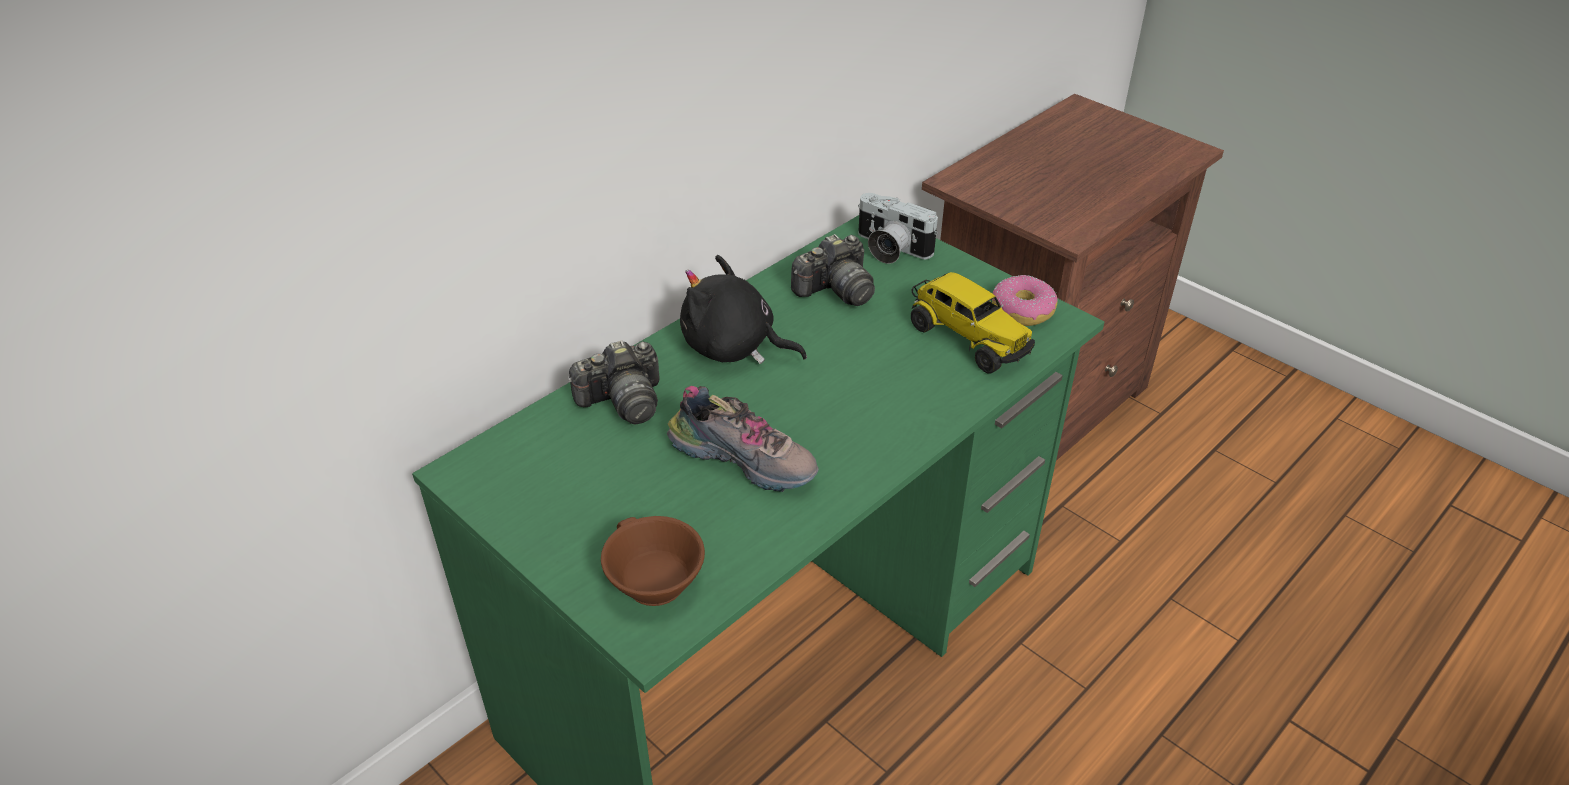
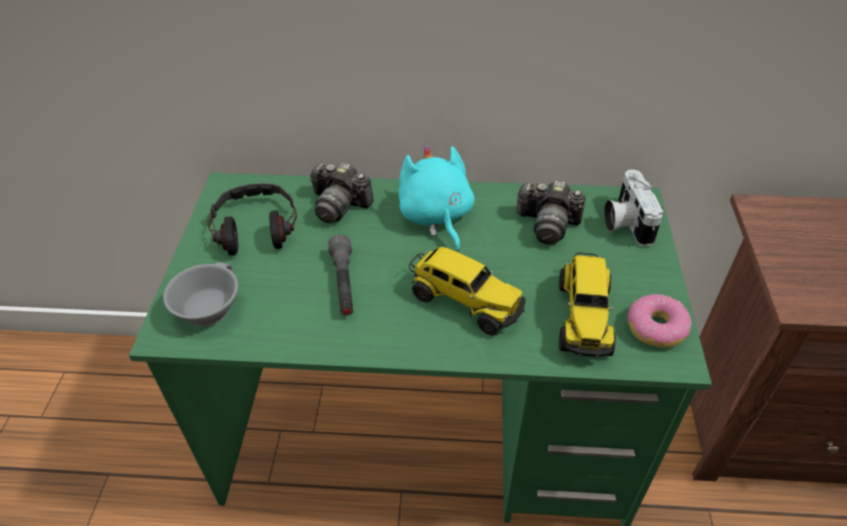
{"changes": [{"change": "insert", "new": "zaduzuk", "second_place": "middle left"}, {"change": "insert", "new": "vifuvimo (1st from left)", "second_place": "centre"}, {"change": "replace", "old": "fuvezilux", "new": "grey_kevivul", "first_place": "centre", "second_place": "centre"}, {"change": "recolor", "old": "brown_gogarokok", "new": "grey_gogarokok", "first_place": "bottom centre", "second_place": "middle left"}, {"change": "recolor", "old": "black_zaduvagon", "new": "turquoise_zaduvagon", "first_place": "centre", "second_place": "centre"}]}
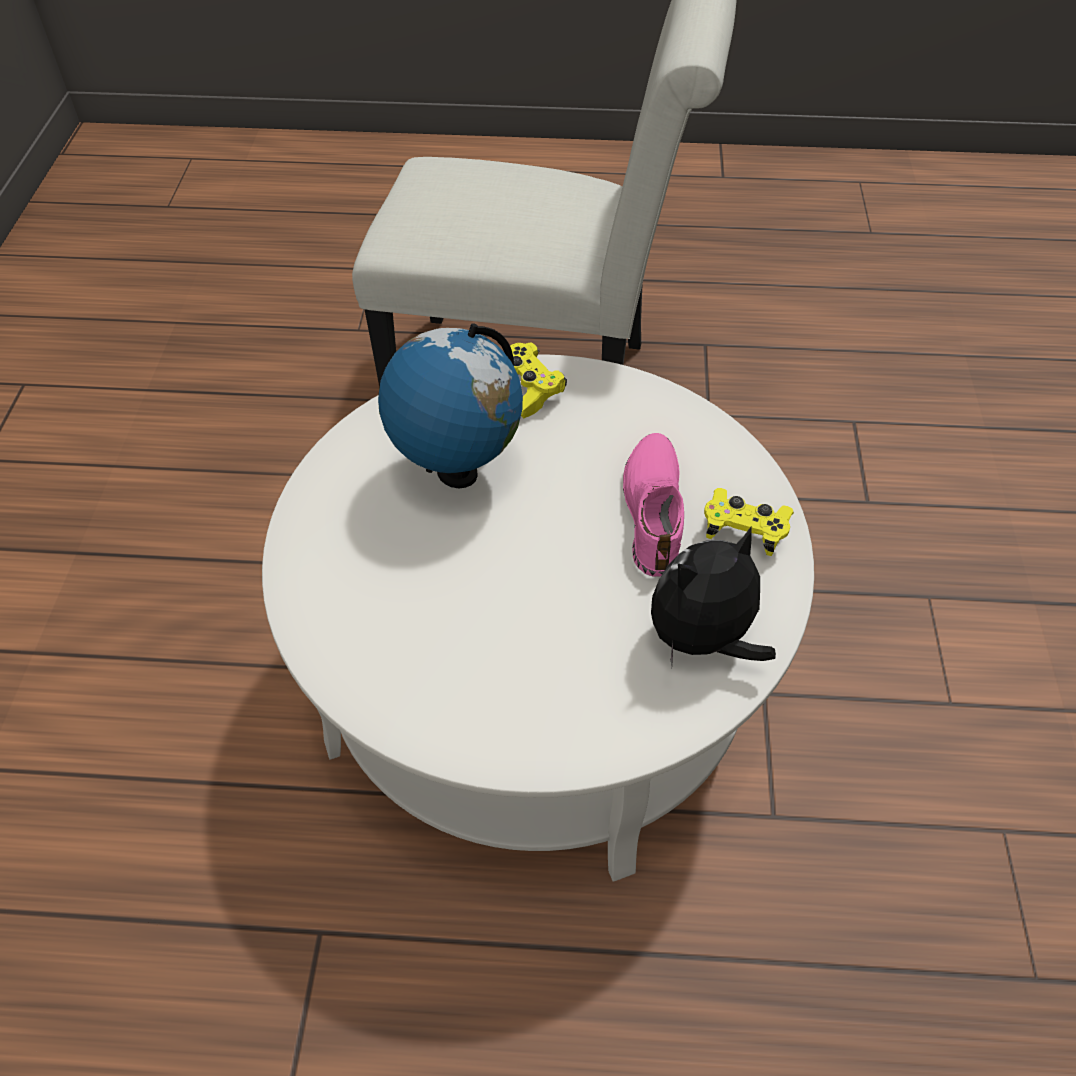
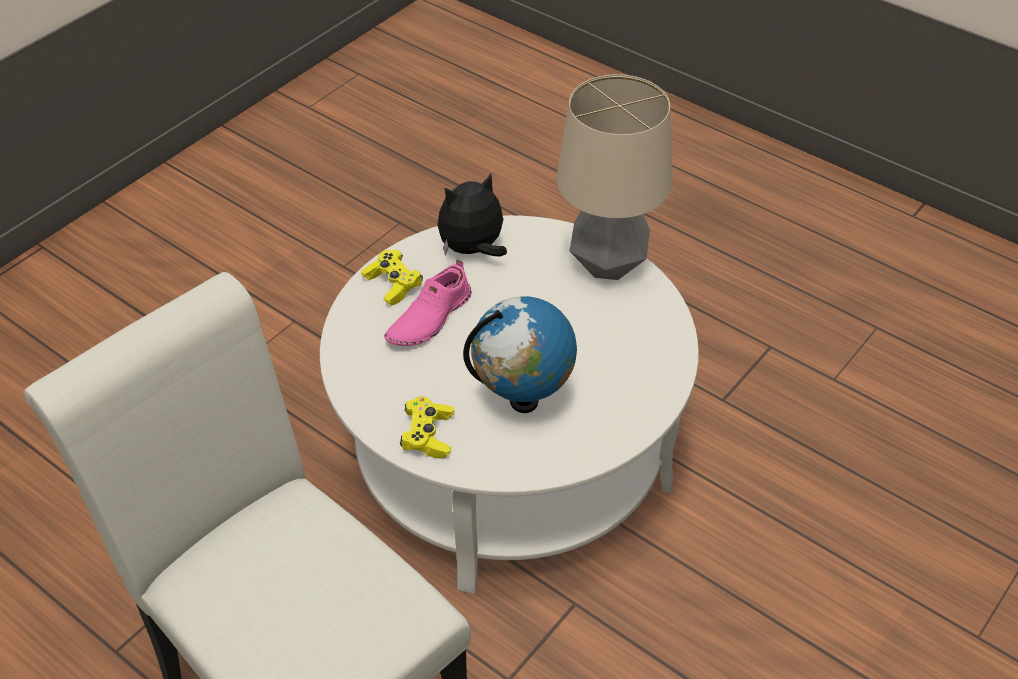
{"changes": [{"change": "insert", "new": "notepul", "second_place": "top centre"}, {"change": "rotate", "old": "zaduvagon", "first_place": "centre", "second_place": "top centre", "degrees": 150}]}
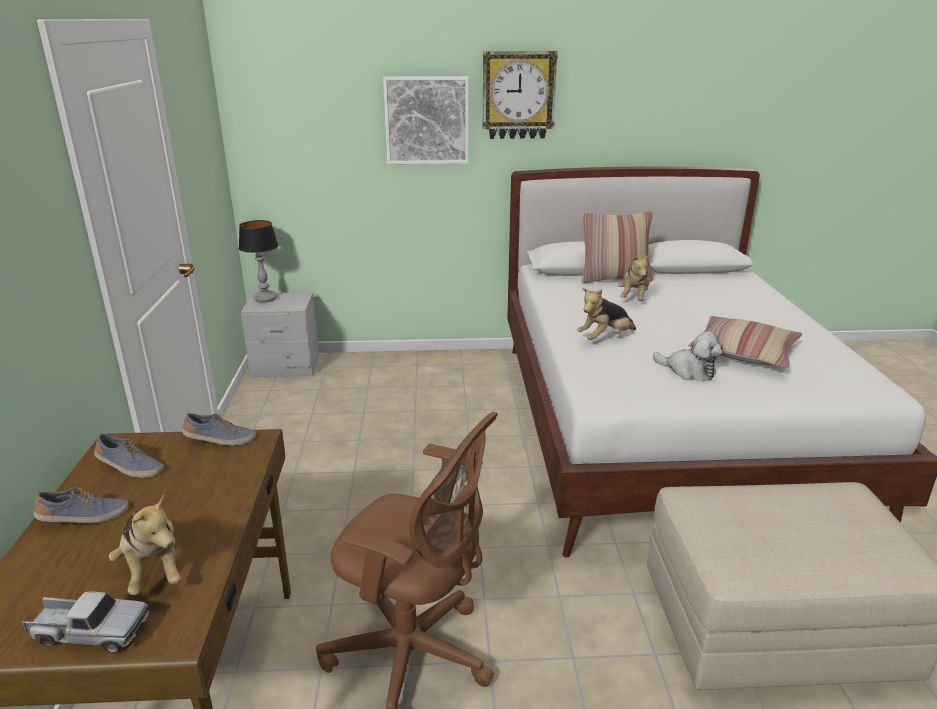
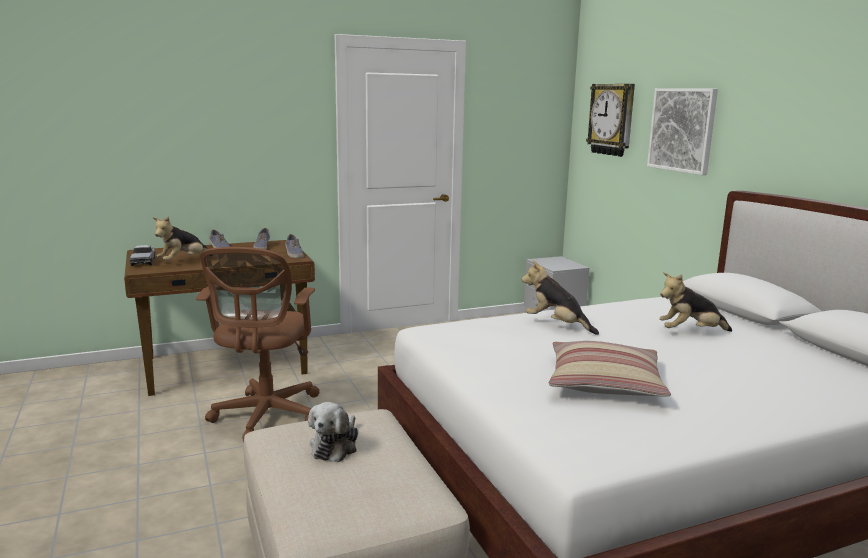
{"changes": [{"change": "delete", "old": "notepul", "first_place": "middle left"}, {"change": "delete", "old": "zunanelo (1st from left)", "first_place": "centre"}, {"change": "move", "old": "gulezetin", "first_place": "top centre", "second_place": "top right"}, {"change": "move", "old": "zaduvagon (4th from left in the first image)", "new": "zaduvagon (2nd from left)", "first_place": "middle right", "second_place": "bottom centre"}]}
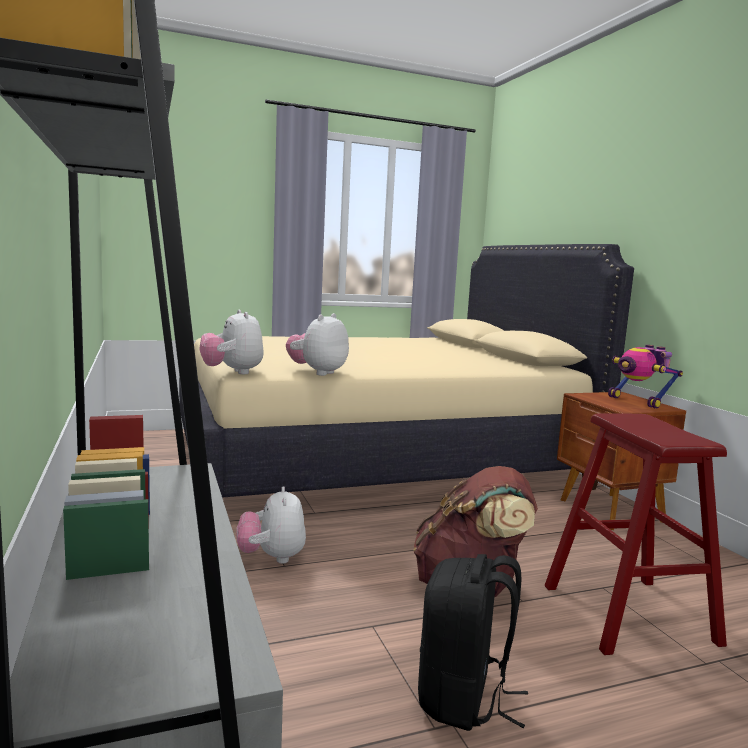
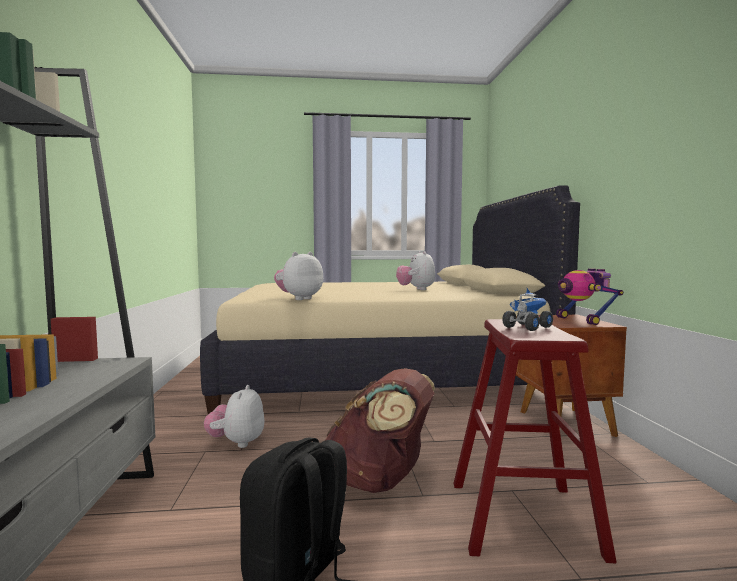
{"changes": [{"change": "insert", "new": "vifuvimo", "second_place": "middle right"}, {"change": "move", "old": "zaduvagon (1st from left in the first image)", "new": "zaduvagon (3rd from left)", "first_place": "middle left", "second_place": "centre"}]}
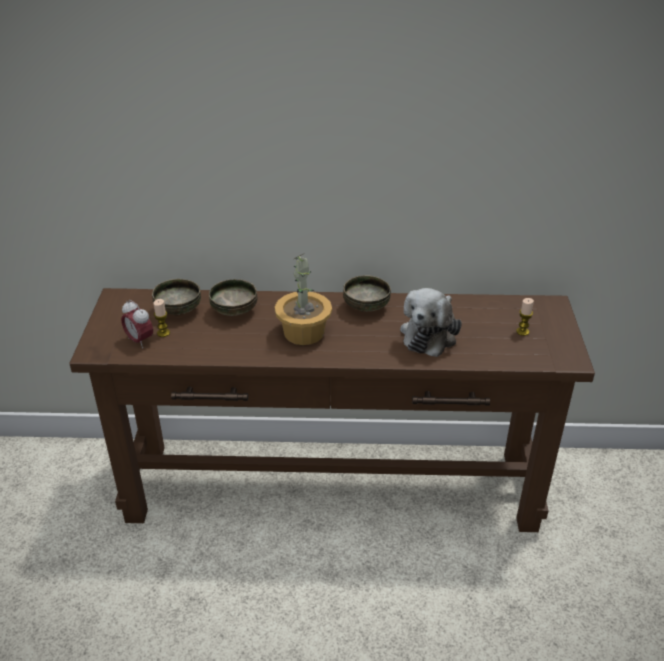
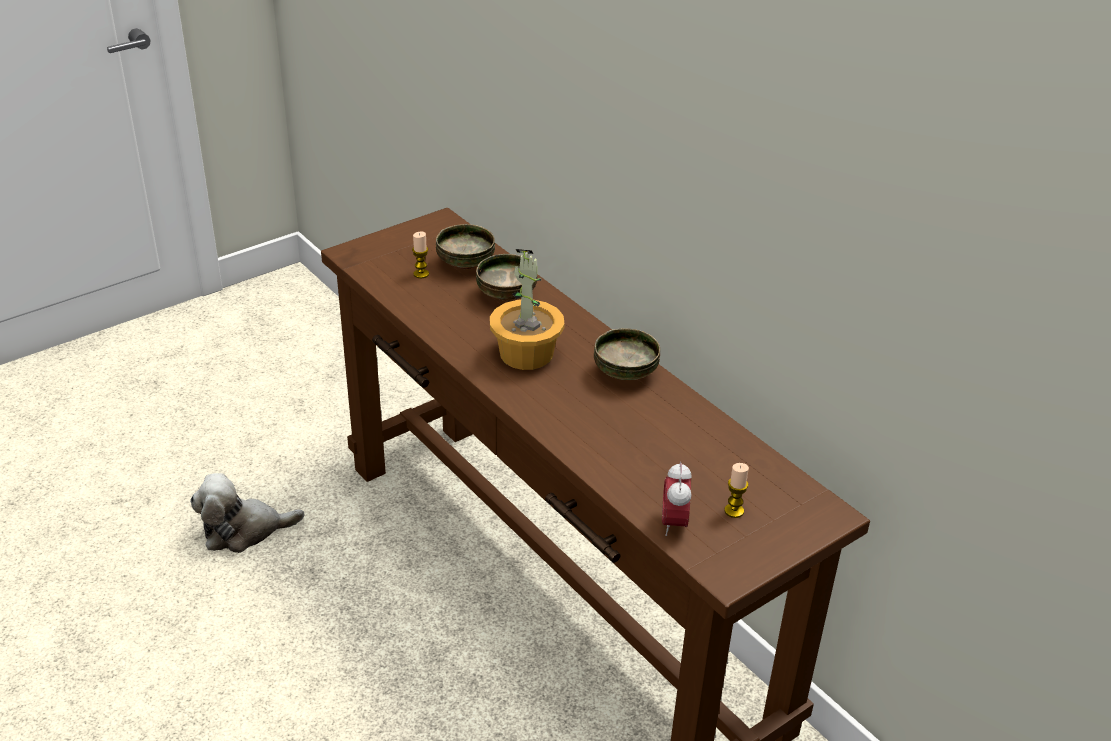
{"changes": [{"change": "move", "old": "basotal", "first_place": "middle left", "second_place": "bottom centre"}, {"change": "move", "old": "zaduvagon", "first_place": "centre", "second_place": "bottom left"}]}
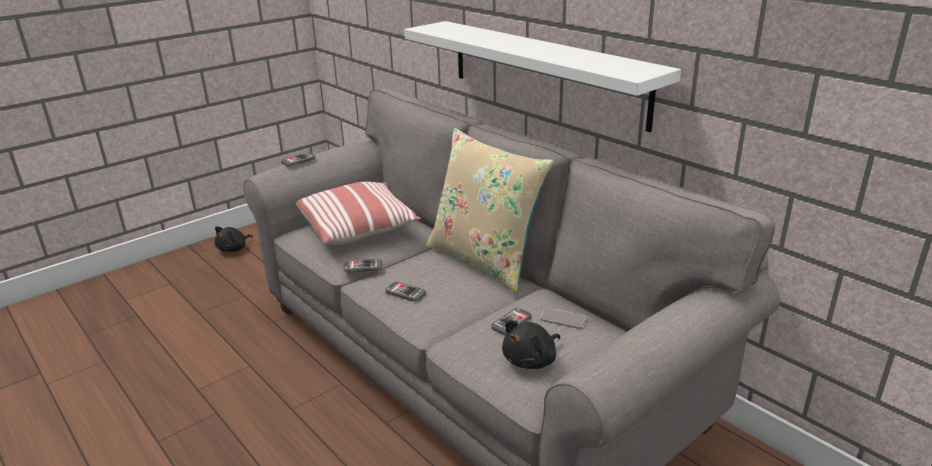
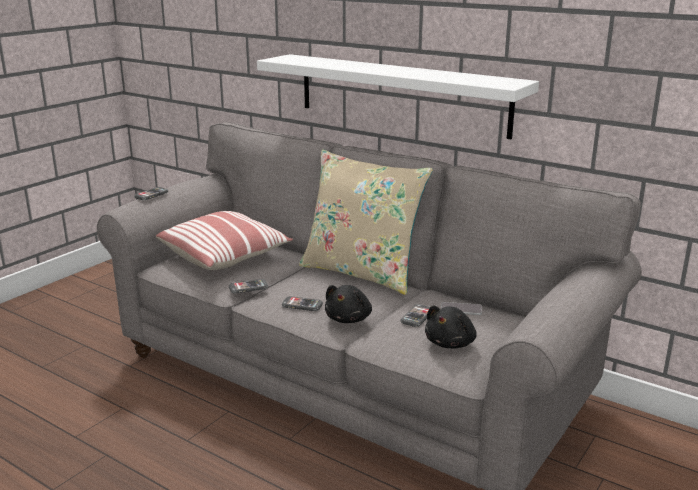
{"changes": [{"change": "move", "old": "black_zaduvagon (1st from left)", "first_place": "middle left", "second_place": "centre"}]}
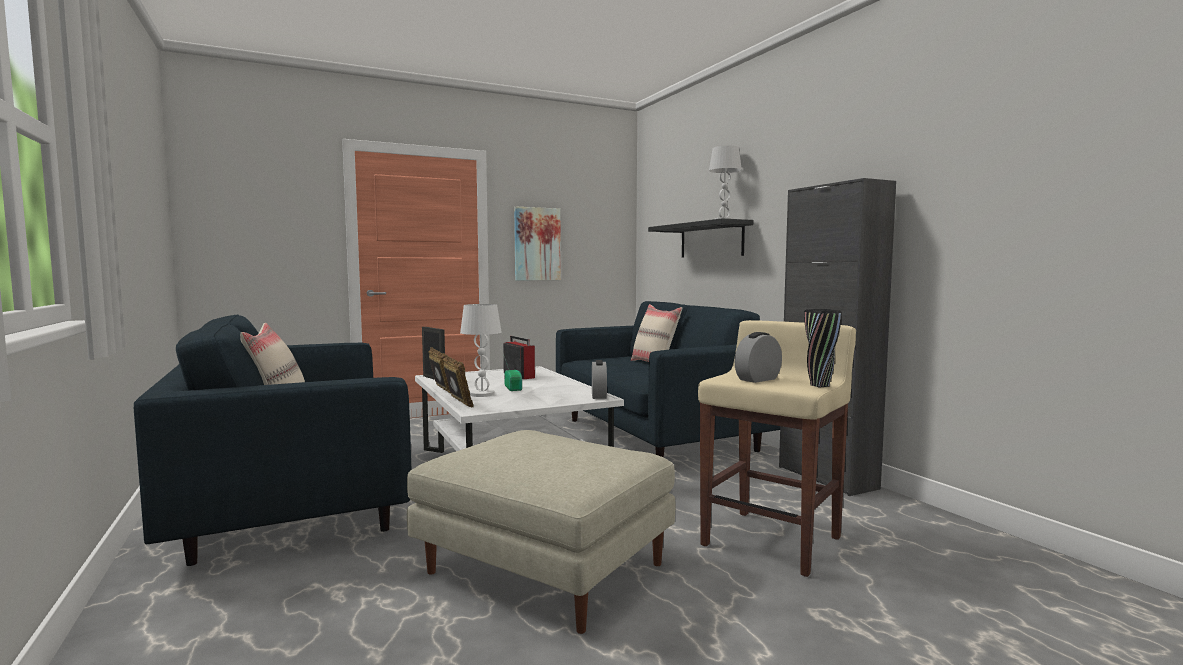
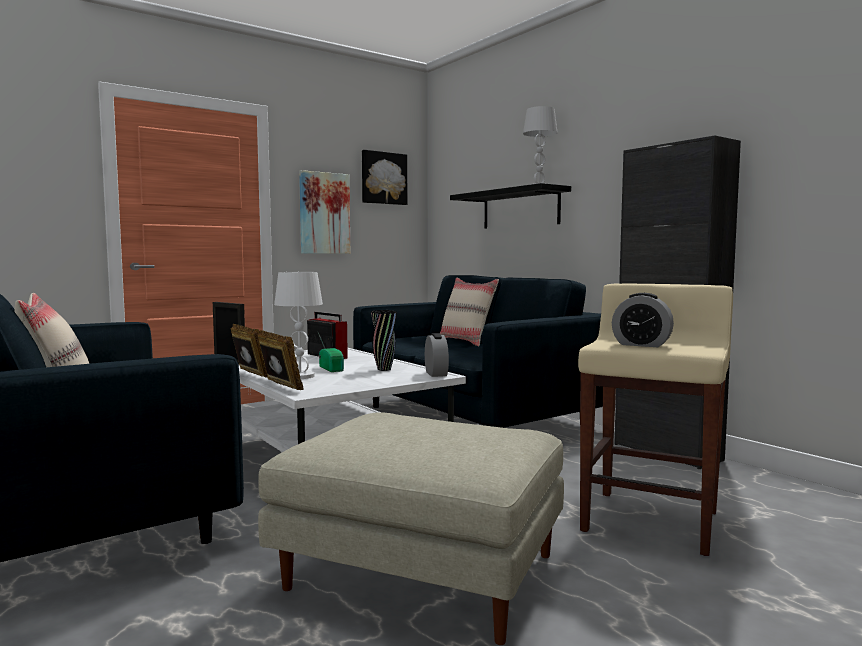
{"changes": [{"change": "insert", "new": "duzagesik (2nd from left)", "second_place": "top centre"}, {"change": "move", "old": "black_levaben", "first_place": "middle right", "second_place": "centre"}, {"change": "rotate", "old": "basotal (2nd from left)", "first_place": "centre", "second_place": "middle right", "degrees": -105}]}
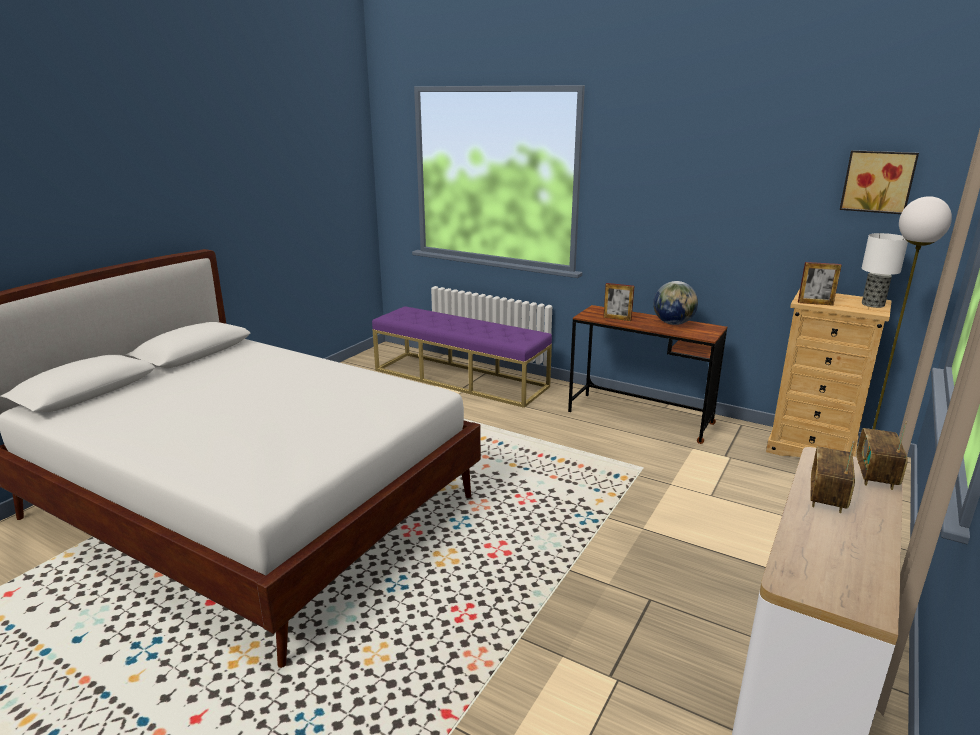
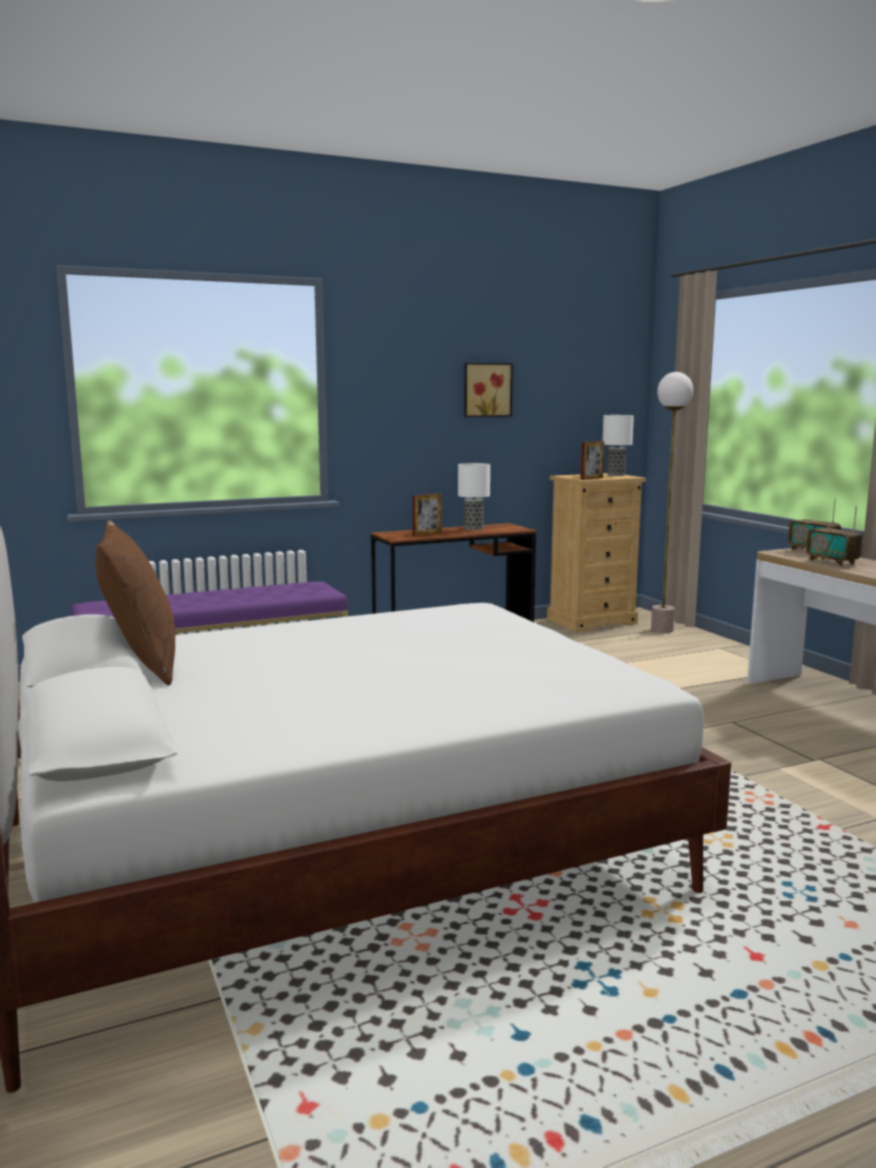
{"changes": [{"change": "insert", "new": "brown_zunanelo", "second_place": "middle left"}, {"change": "move", "old": "duzagesik", "first_place": "top right", "second_place": "centre"}, {"change": "replace", "old": "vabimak", "new": "notepul (1st from left)", "first_place": "middle right", "second_place": "centre"}]}
